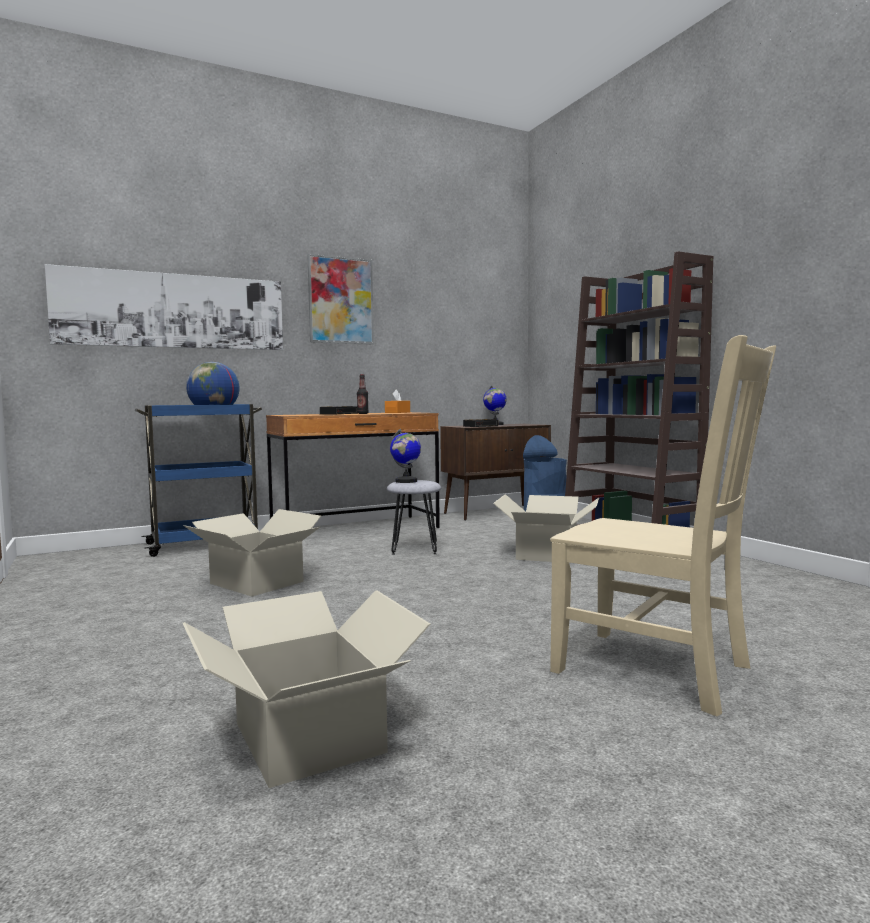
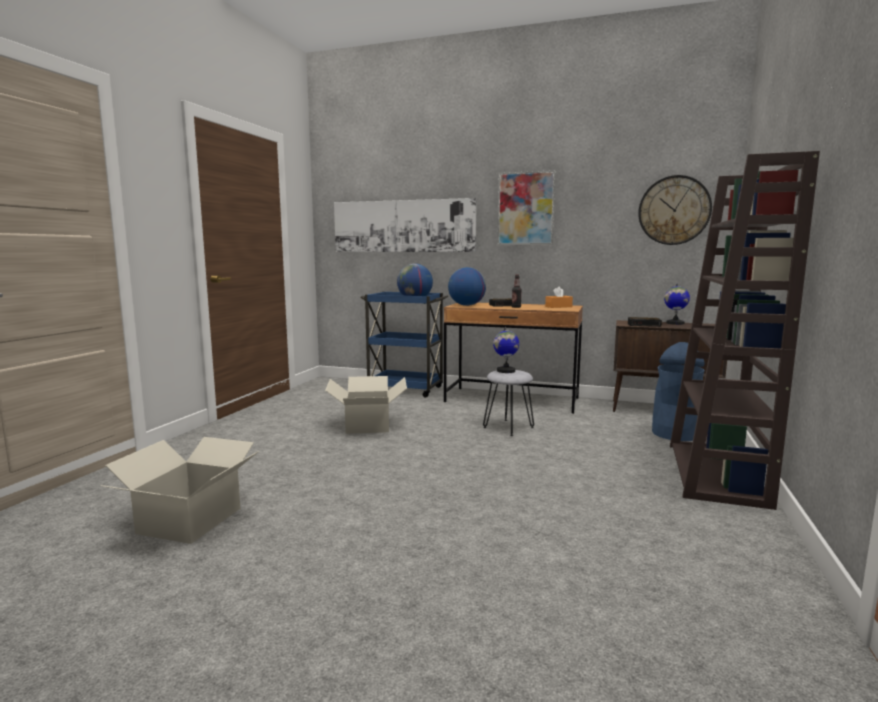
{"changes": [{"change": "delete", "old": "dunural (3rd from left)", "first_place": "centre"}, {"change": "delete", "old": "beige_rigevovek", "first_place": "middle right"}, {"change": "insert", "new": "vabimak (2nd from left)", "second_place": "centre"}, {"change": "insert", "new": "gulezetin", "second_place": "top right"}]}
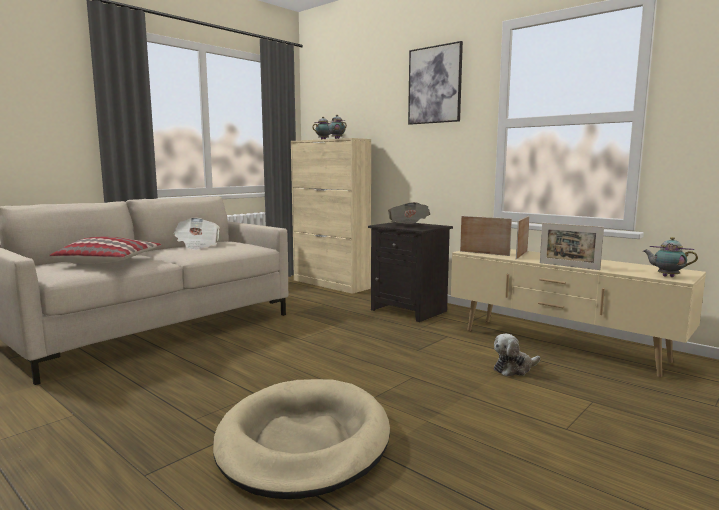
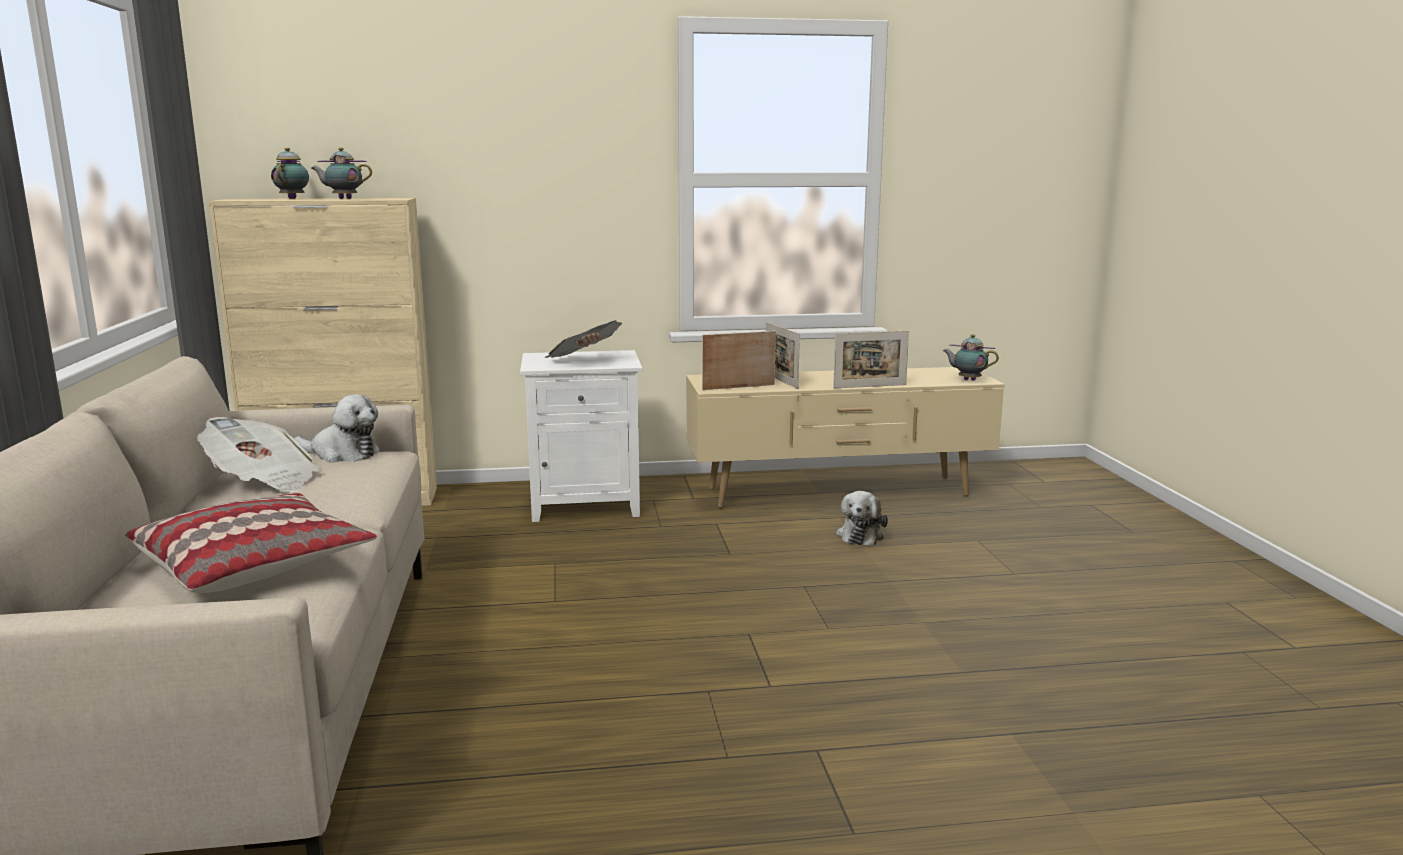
{"changes": [{"change": "delete", "old": "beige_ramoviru", "first_place": "bottom centre"}, {"change": "delete", "old": "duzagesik", "first_place": "top centre"}, {"change": "insert", "new": "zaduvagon (1st from left)", "second_place": "middle left"}, {"change": "recolor", "old": "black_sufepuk", "new": "white_sufepuk", "first_place": "centre", "second_place": "centre"}, {"change": "rotate", "old": "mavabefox (3rd from left)", "first_place": "middle right", "second_place": "middle right", "degrees": 45}]}
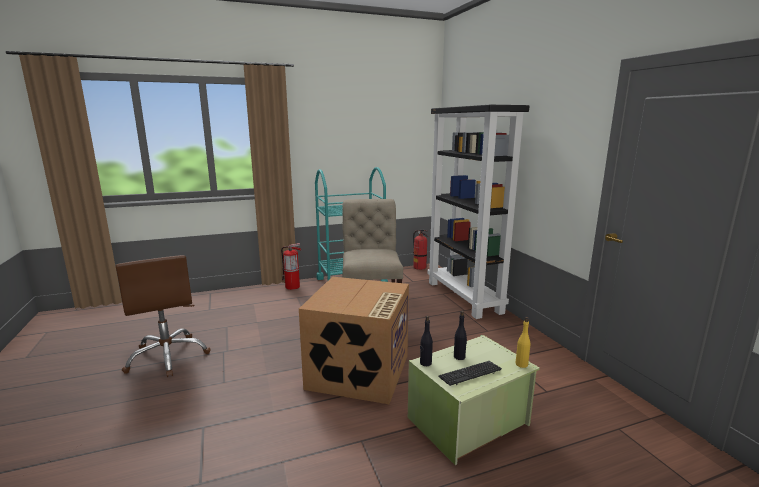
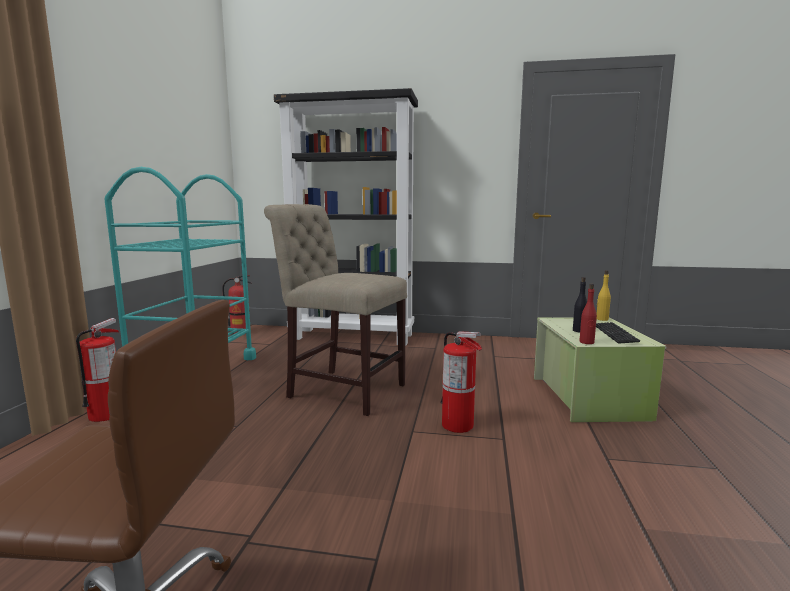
{"changes": [{"change": "replace", "old": "dunural", "new": "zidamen (3rd from left)", "first_place": "bottom centre", "second_place": "centre"}, {"change": "recolor", "old": "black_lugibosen (1st from left)", "new": "red_lugibosen", "first_place": "bottom centre", "second_place": "middle right"}]}
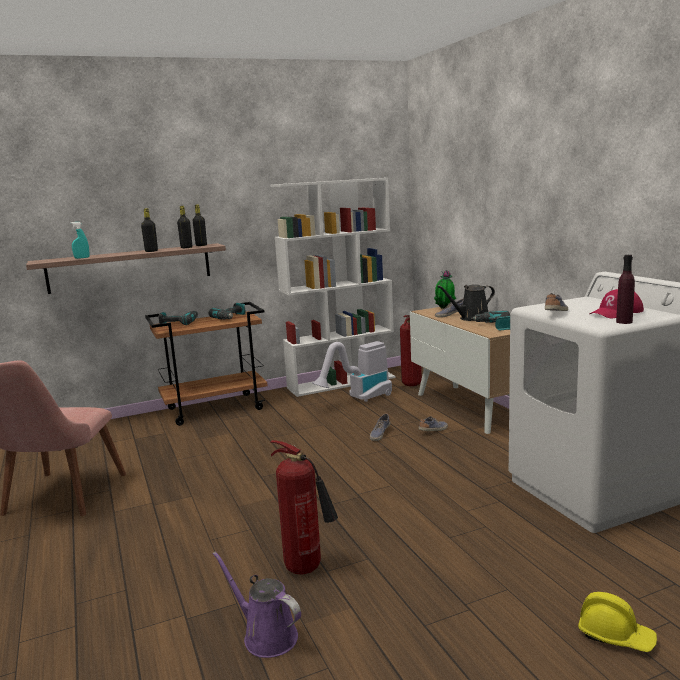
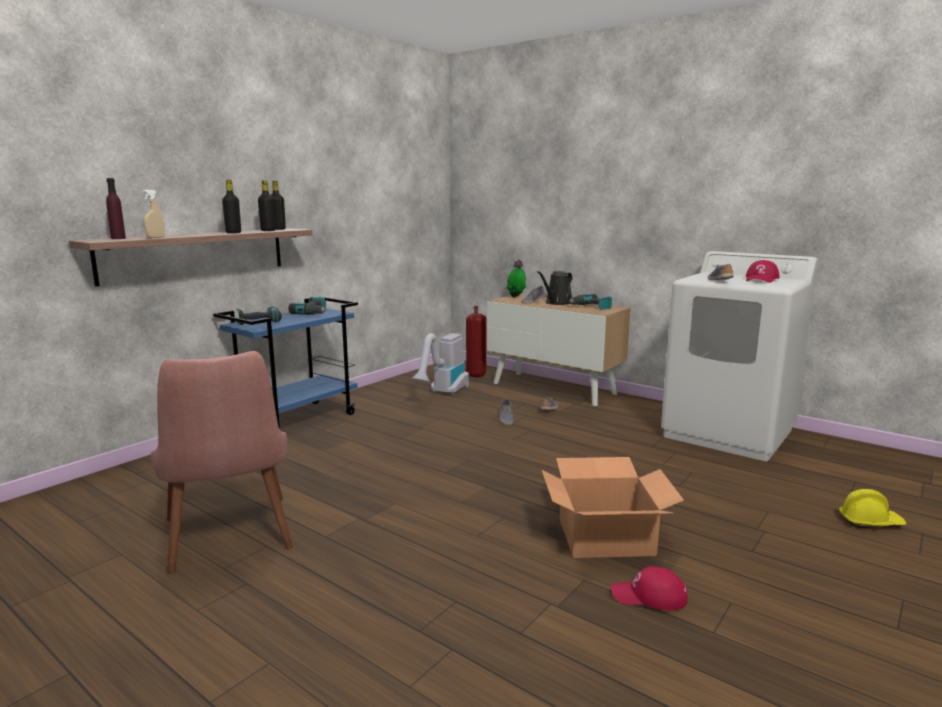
{"changes": [{"change": "delete", "old": "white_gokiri", "first_place": "centre"}, {"change": "move", "old": "purple_lugibosen", "first_place": "middle right", "second_place": "top left"}, {"change": "replace", "old": "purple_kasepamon", "new": "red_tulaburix (1st from left)", "first_place": "bottom centre", "second_place": "bottom right"}, {"change": "replace", "old": "zidamen (1st from left)", "new": "dunural", "first_place": "bottom centre", "second_place": "bottom centre"}, {"change": "recolor", "old": "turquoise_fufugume", "new": "beige_fufugume", "first_place": "middle left", "second_place": "top left"}, {"change": "recolor", "old": "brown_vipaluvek", "new": "blue_vipaluvek", "first_place": "middle left", "second_place": "middle left"}]}
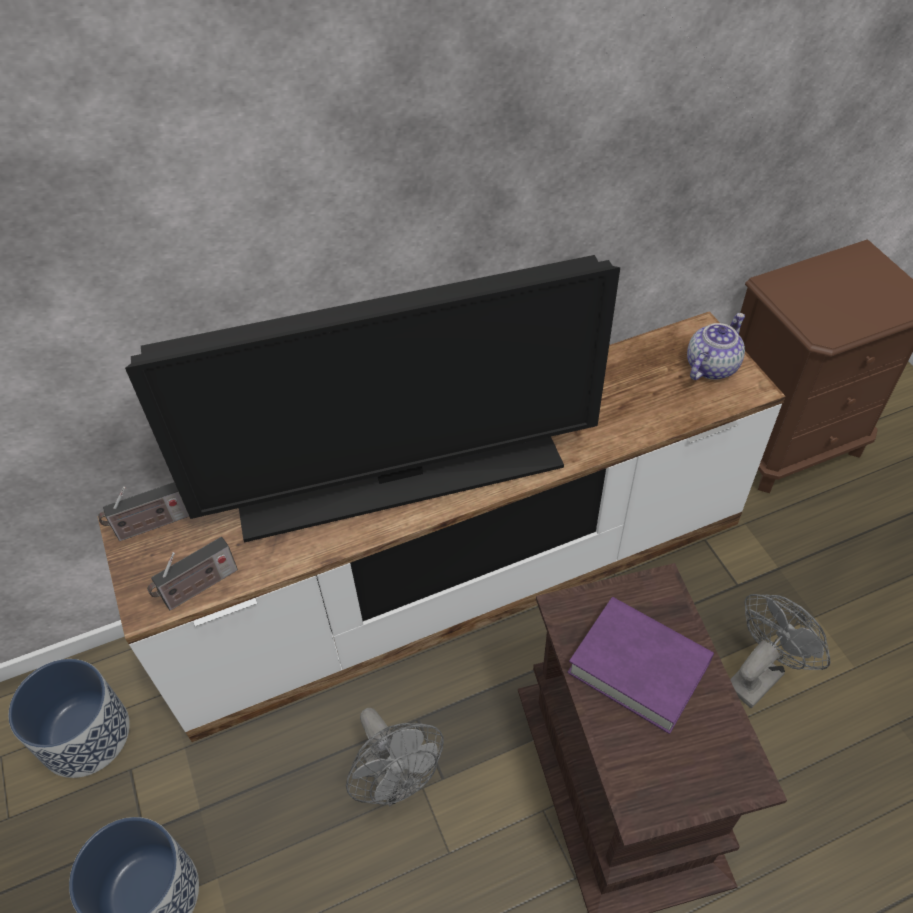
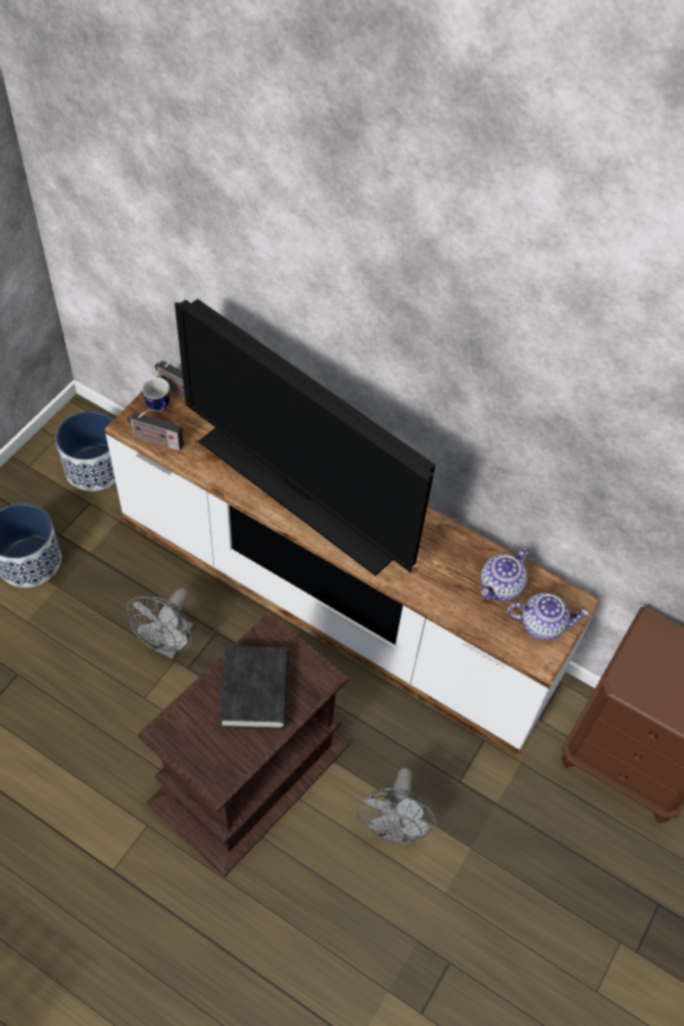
{"changes": [{"change": "insert", "new": "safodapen", "second_place": "middle left"}, {"change": "insert", "new": "mavabefox (1st from left)", "second_place": "middle right"}, {"change": "recolor", "old": "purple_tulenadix", "new": "black_tulenadix", "first_place": "bottom right", "second_place": "bottom centre"}, {"change": "rotate", "old": "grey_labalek (2nd from left)", "first_place": "bottom right", "second_place": "bottom centre", "degrees": 90}]}
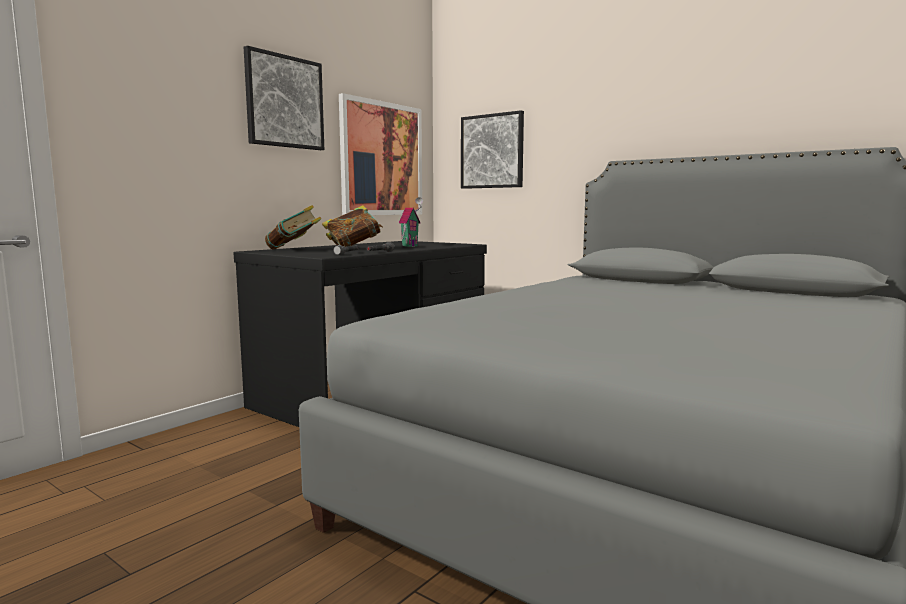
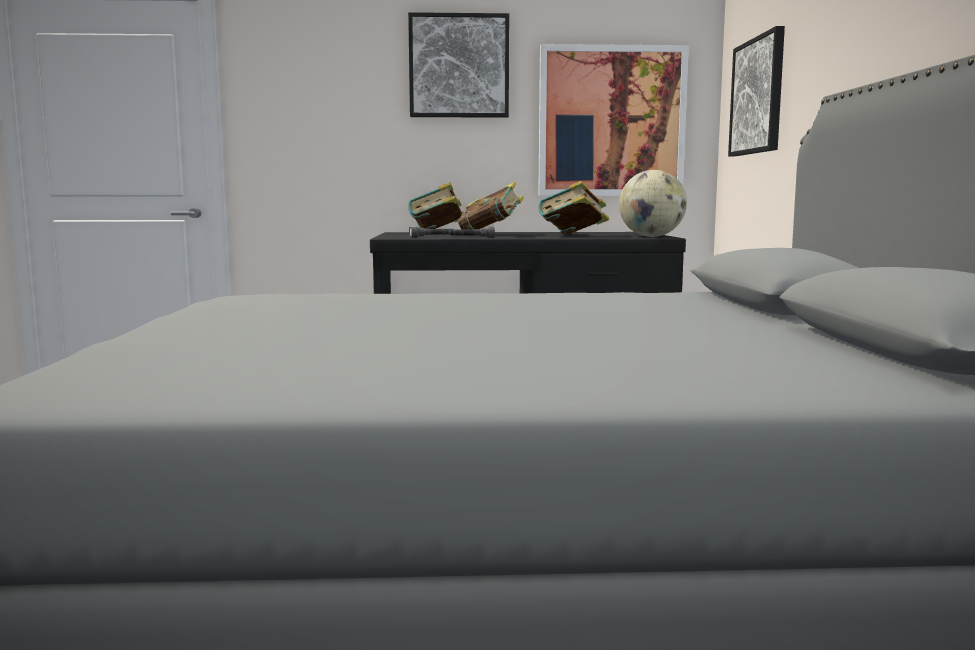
{"changes": [{"change": "insert", "new": "vabimak", "second_place": "top right"}, {"change": "replace", "old": "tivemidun", "new": "tulenadix (3rd from left)", "first_place": "centre", "second_place": "top centre"}]}
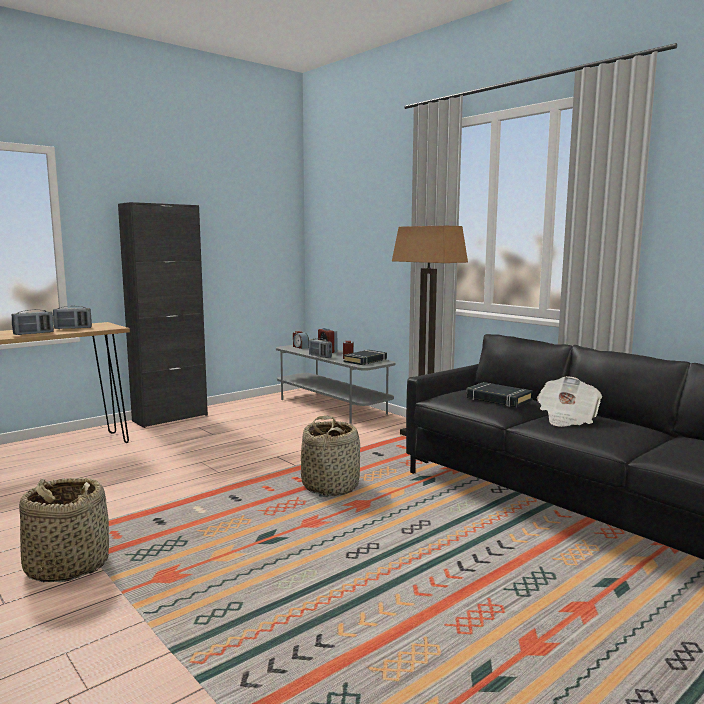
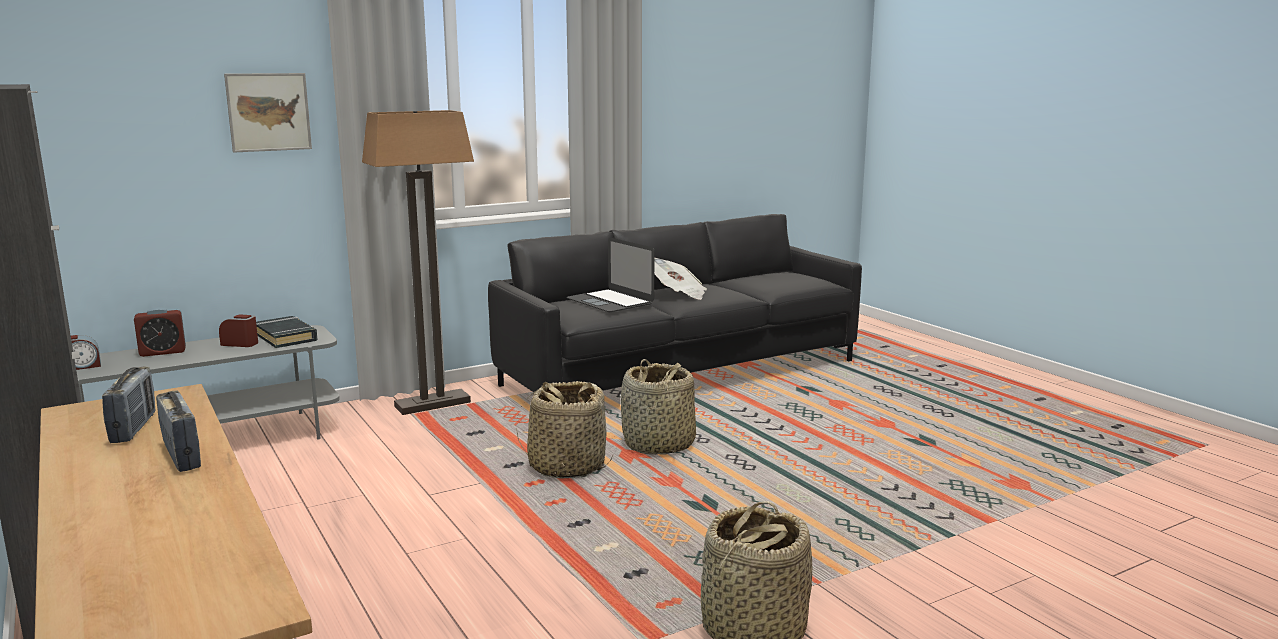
{"changes": [{"change": "delete", "old": "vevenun (3rd from left)", "first_place": "centre"}, {"change": "insert", "new": "duzagesik", "second_place": "top left"}, {"change": "insert", "new": "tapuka (2nd from left)", "second_place": "centre"}, {"change": "replace", "old": "black_tulenadix (2nd from left)", "new": "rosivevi", "first_place": "middle right", "second_place": "centre"}]}
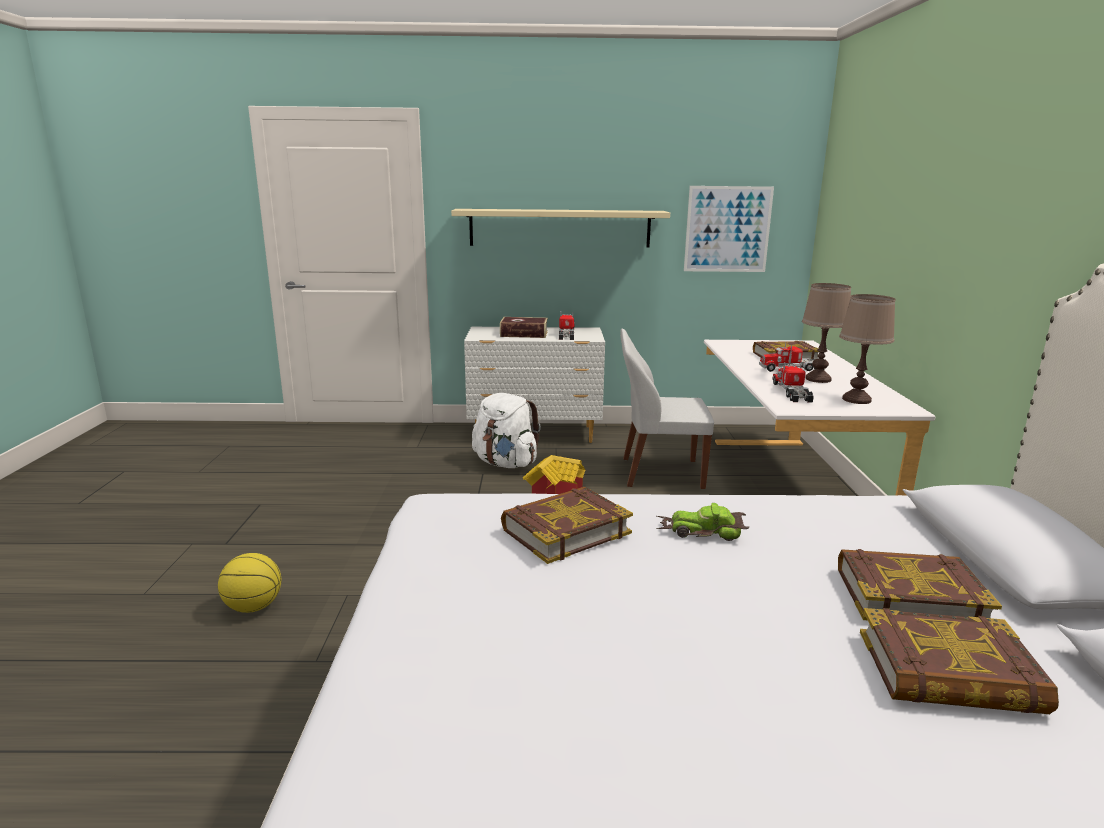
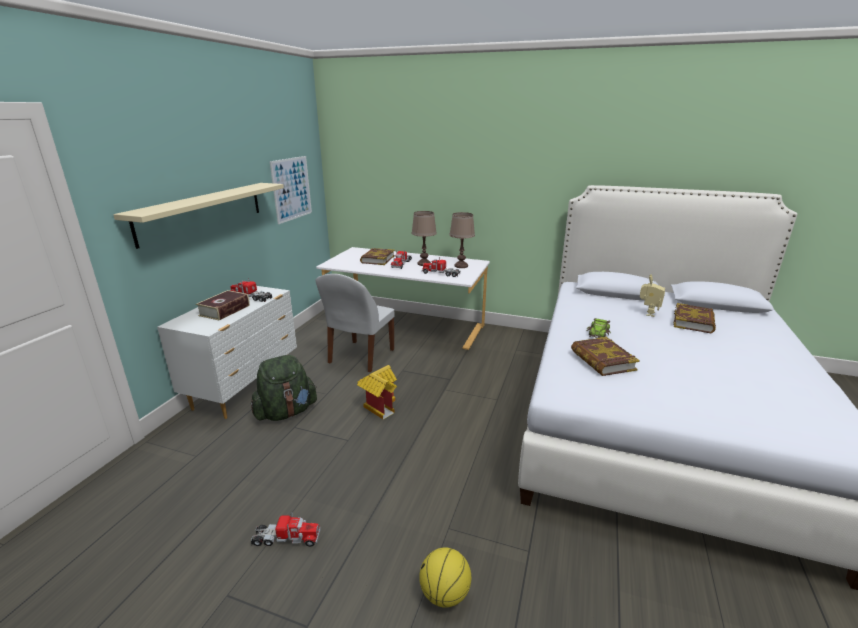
{"changes": [{"change": "insert", "new": "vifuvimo (2nd from left)", "second_place": "bottom centre"}, {"change": "replace", "old": "tulenadix (4th from left)", "new": "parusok", "first_place": "bottom right", "second_place": "middle right"}, {"change": "recolor", "old": "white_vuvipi", "new": "green_vuvipi", "first_place": "centre", "second_place": "middle left"}]}
